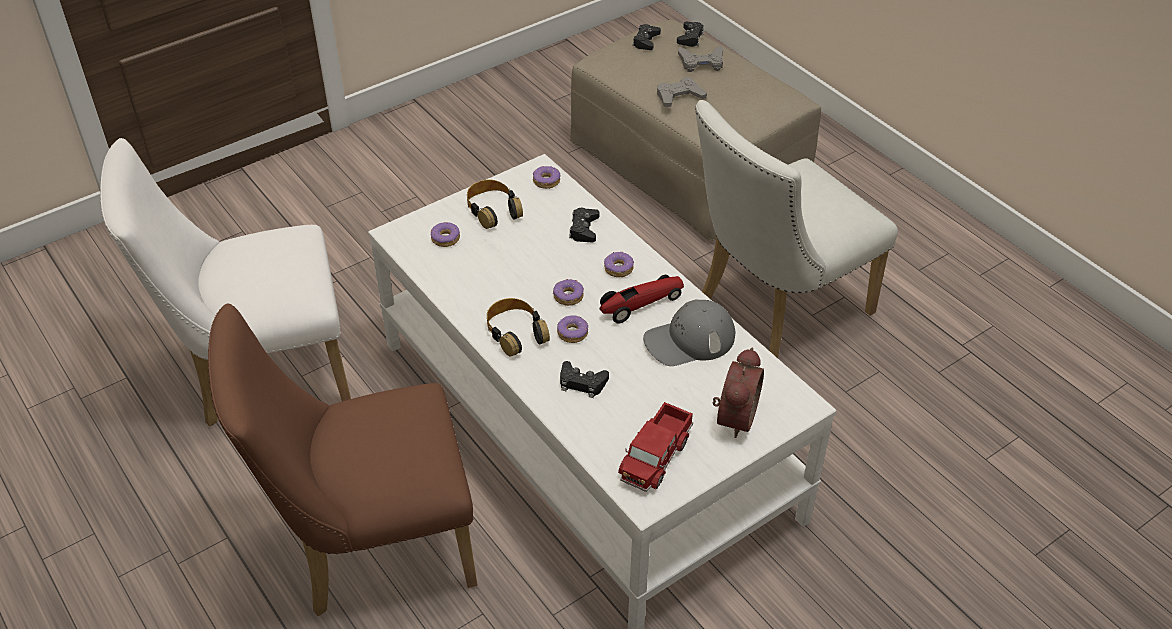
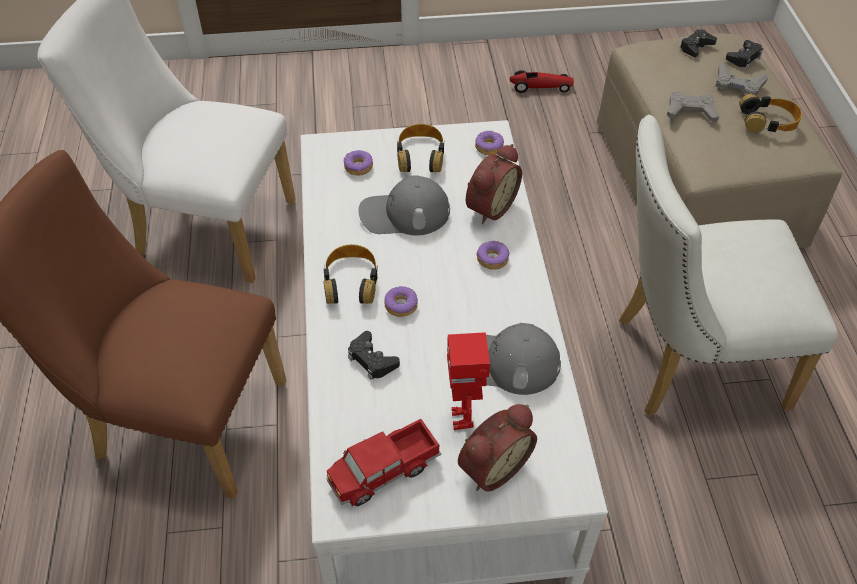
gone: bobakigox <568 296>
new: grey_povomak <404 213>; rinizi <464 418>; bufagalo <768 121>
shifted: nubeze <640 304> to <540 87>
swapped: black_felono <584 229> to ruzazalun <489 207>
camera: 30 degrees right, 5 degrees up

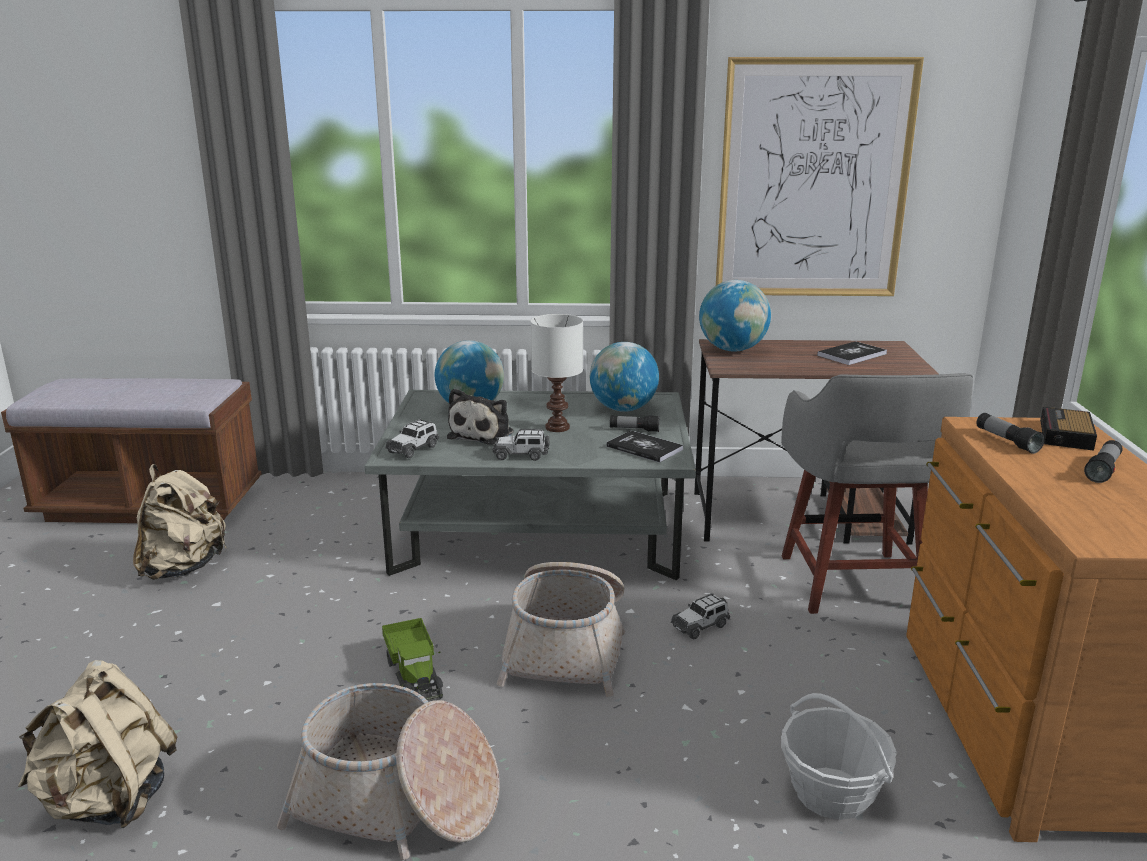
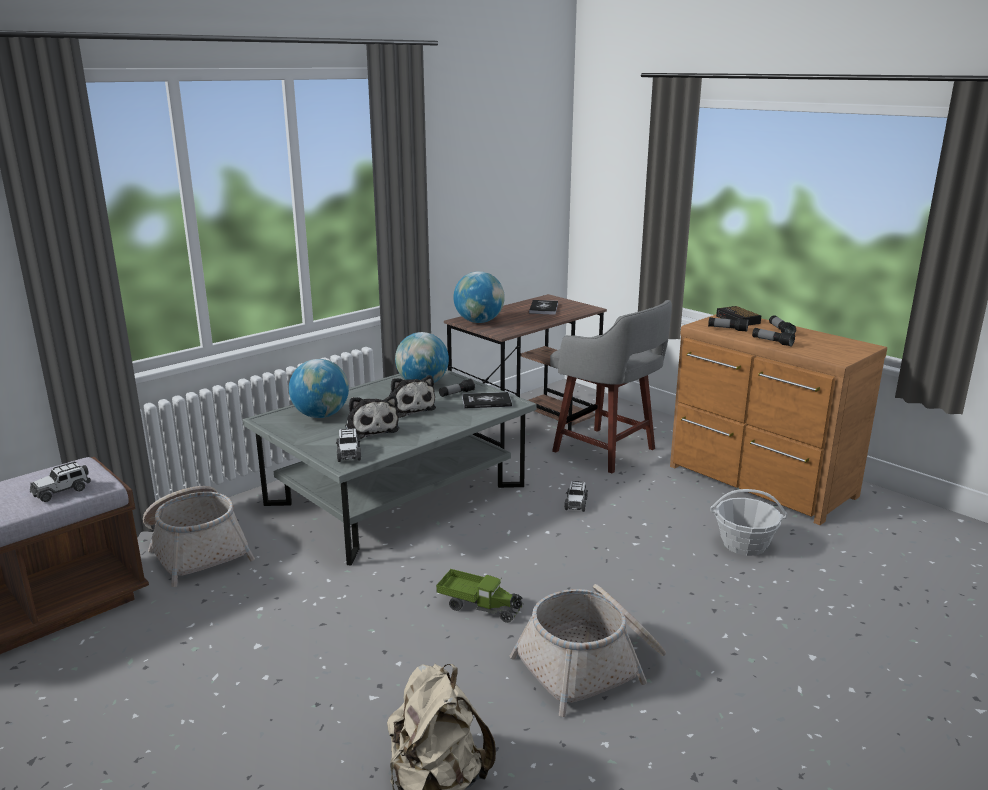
gone: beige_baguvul <183 568>; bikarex <813 180>
new: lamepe <772 342>
shifted: nubeze <521 455> to <61 491>; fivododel <567 647> to <197 549>
swapped: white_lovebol <558 427> to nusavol <408 408>
camera: 45 degrees left, 0 degrees up

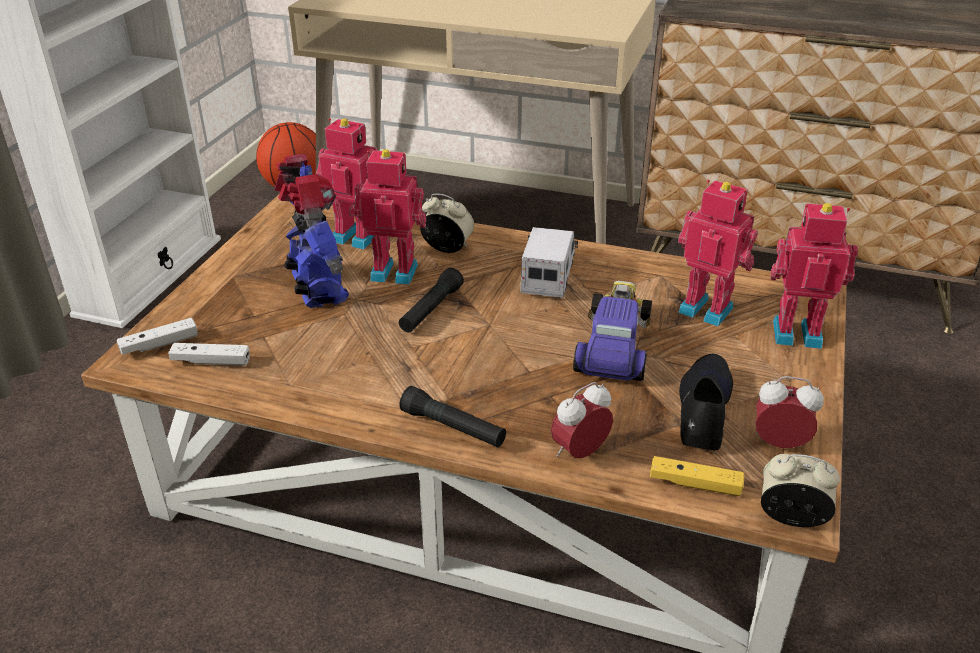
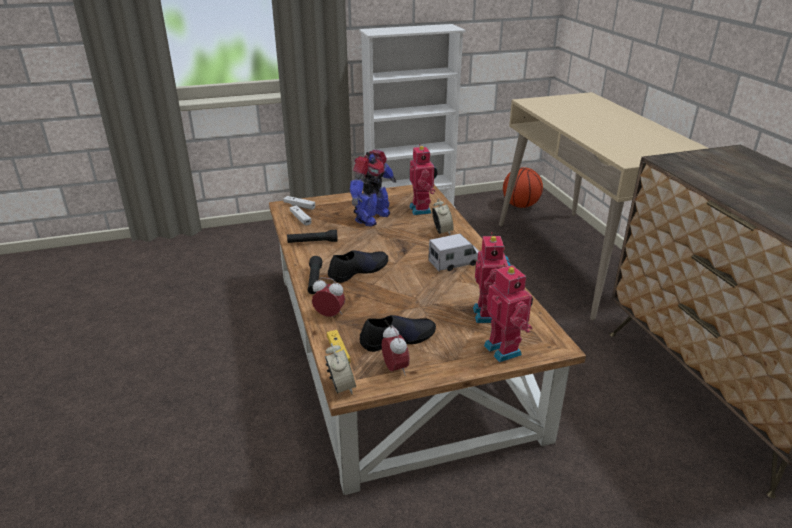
gone: rinizi <395 271>; nubeze <614 344>
new: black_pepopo <358 271>
shifted: black_lamepe <431 310> to <312 242>
camera: 55 degrees right, 5 degrees down

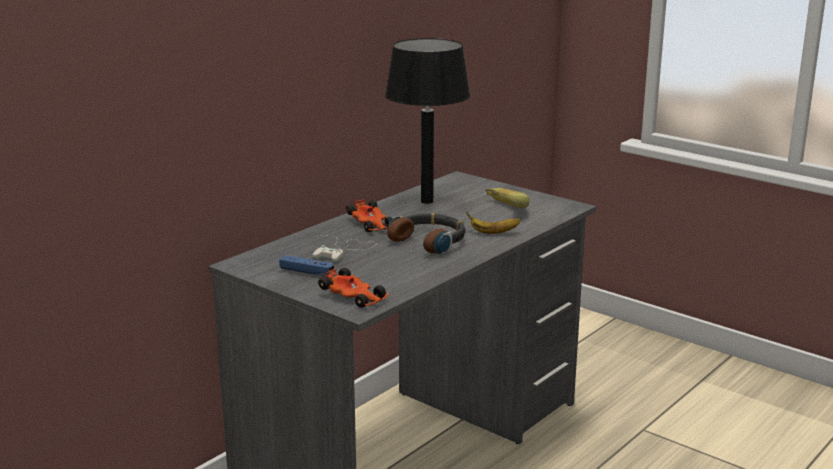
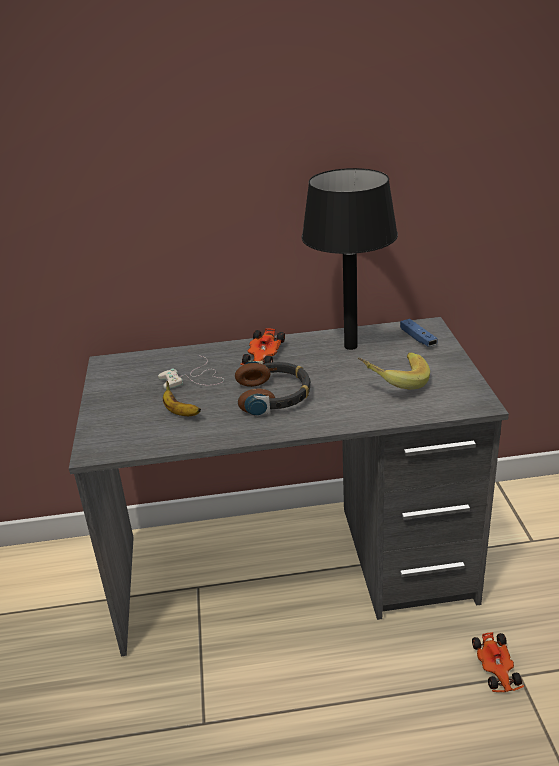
shifted: blue_felono <306 272> to <418 338>; nubeze <354 296> to <496 668>; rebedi <493 232> to <180 412>
camera: 45 degrees right, 10 degrees up

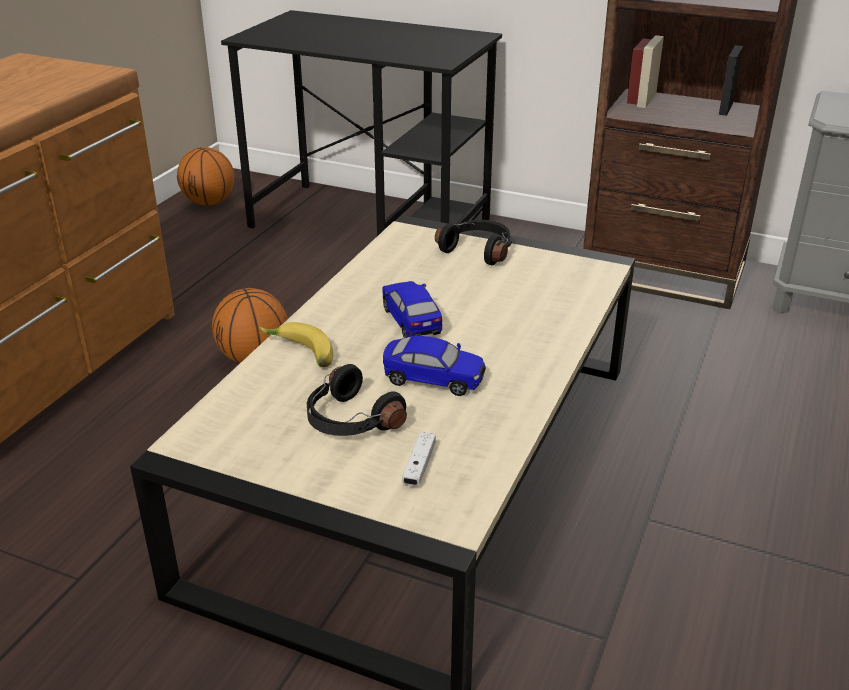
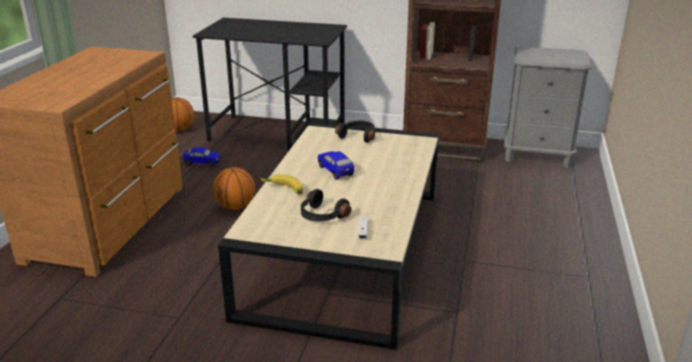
shifted: nubeze <434 380> to <202 163>
camera: 10 degrees left, 5 degrees down

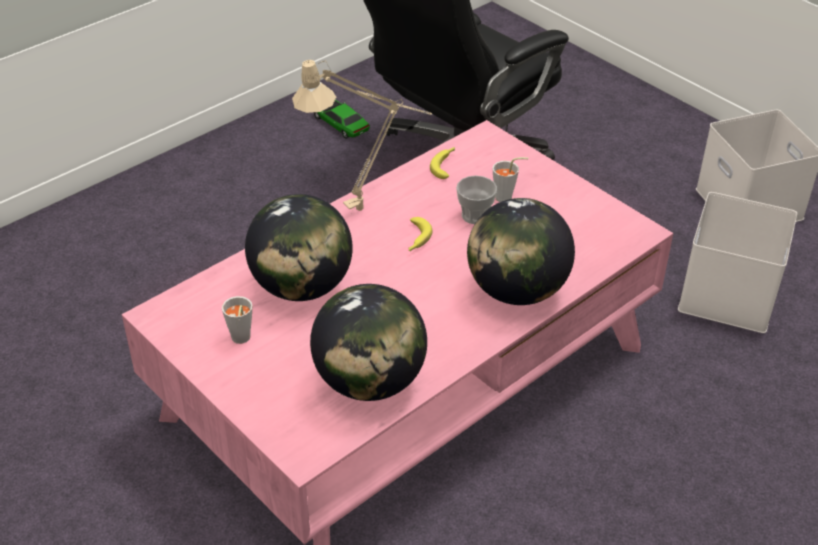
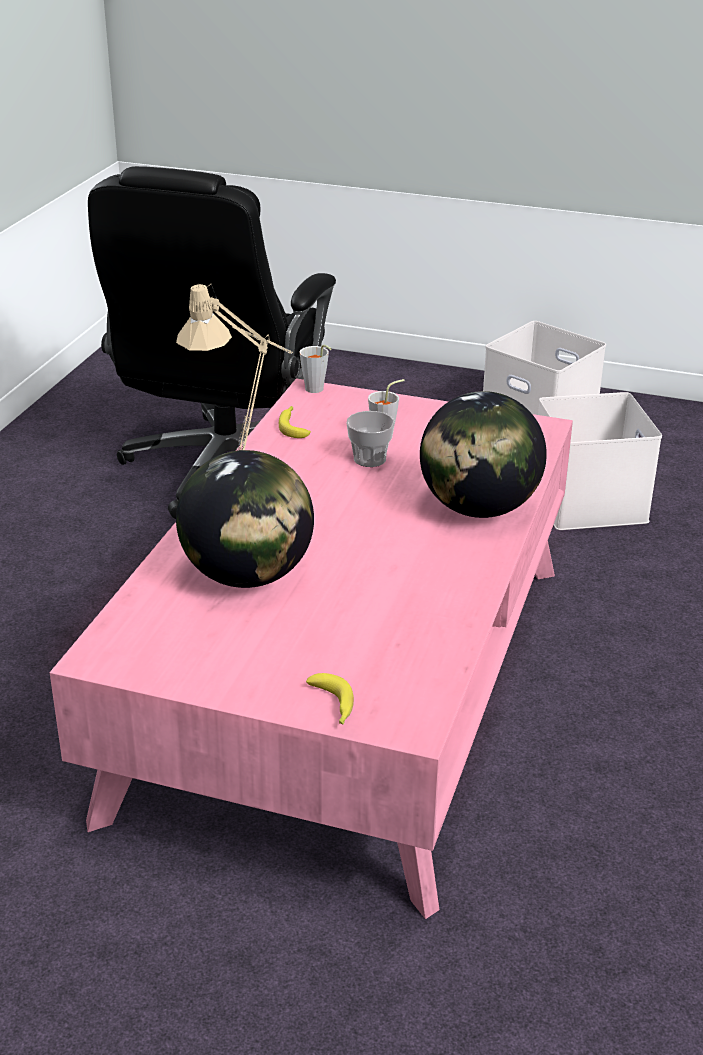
gone: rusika <369 382>; nubeze <340 125>
shifted: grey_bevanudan <240 340> to <316 390>; rebedi <416 239> to <333 706>
camera: 30 degrees left, 10 degrees down

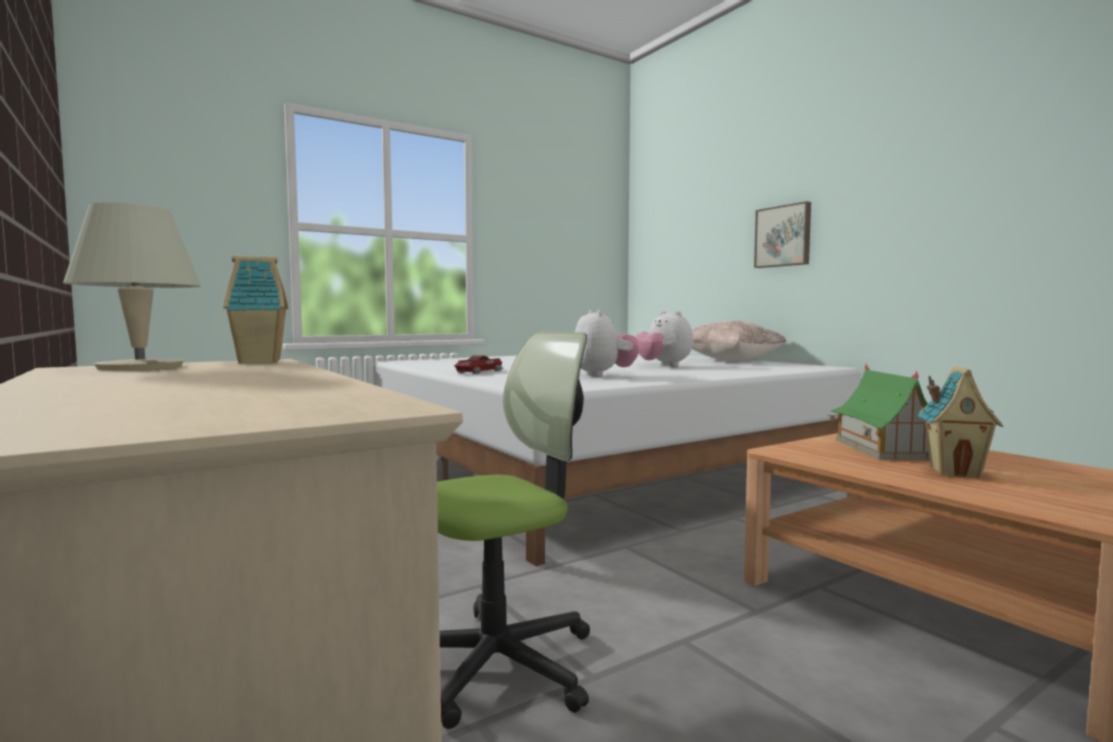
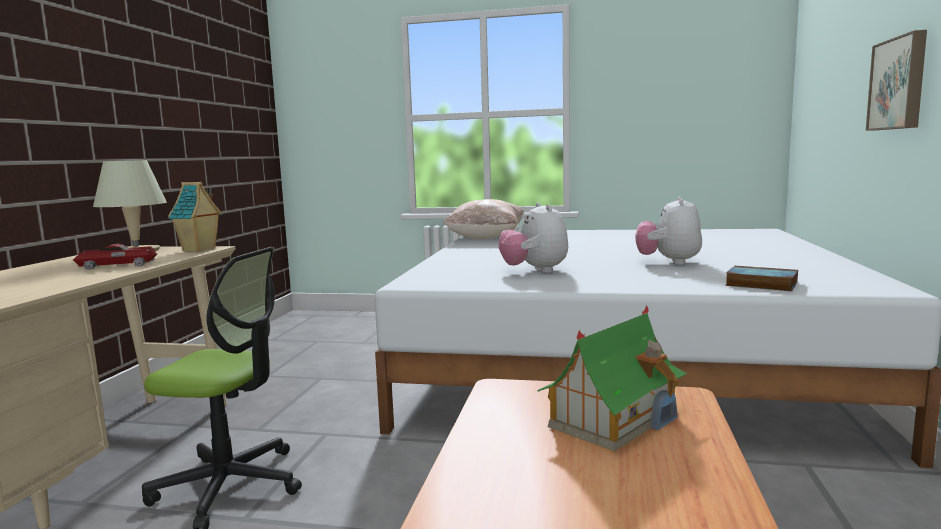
gone: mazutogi <955 472>
new: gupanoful <759 284>
shifted: nubeze <479 372> to <118 265>; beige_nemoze <731 361> to <486 238>
rotated: nusavol <603 375> = <534 271> 135 degrees clockwise
camera: 45 degrees right, 5 degrees up

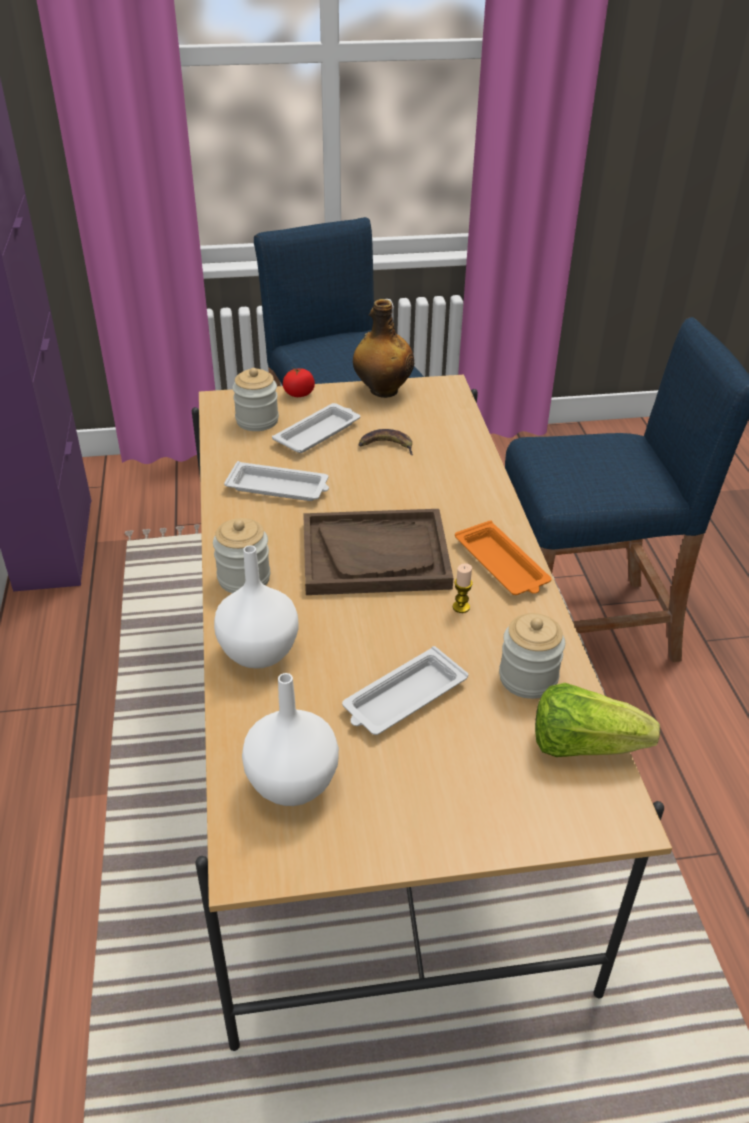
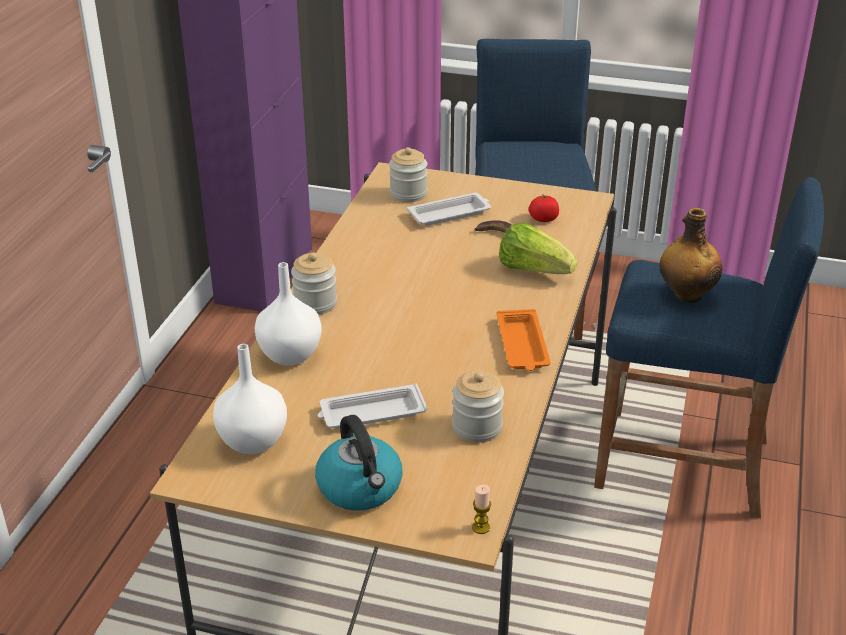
gone: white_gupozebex <279 488>; brown_gupozebex <375 555>
new: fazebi <360 488>
shifted: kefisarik <299 394> to <543 219>; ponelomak <382 390> to <686 294>; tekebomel <461 607> to <481 527>; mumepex <583 745> to <533 270>
camera: 25 degrees right, 5 degrees down

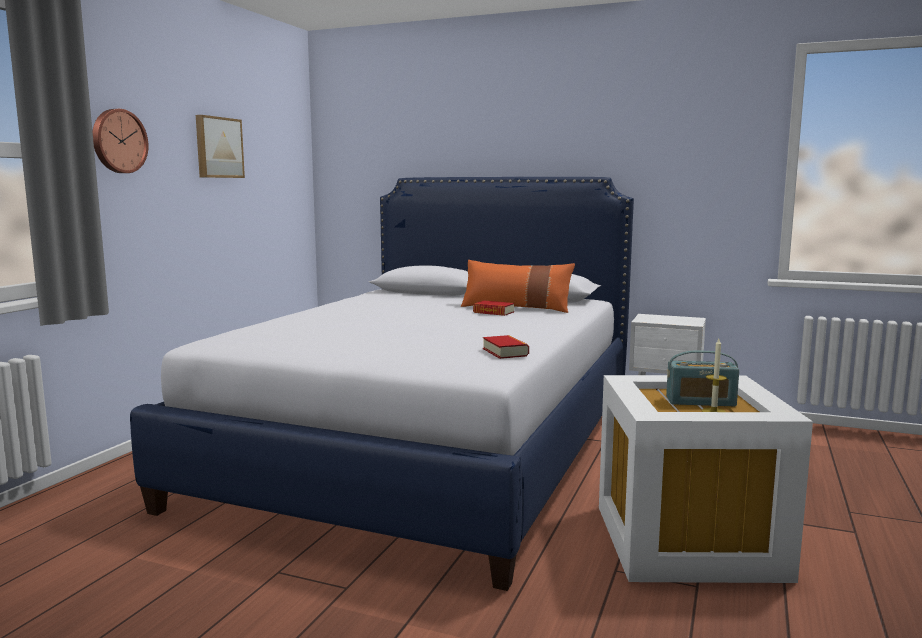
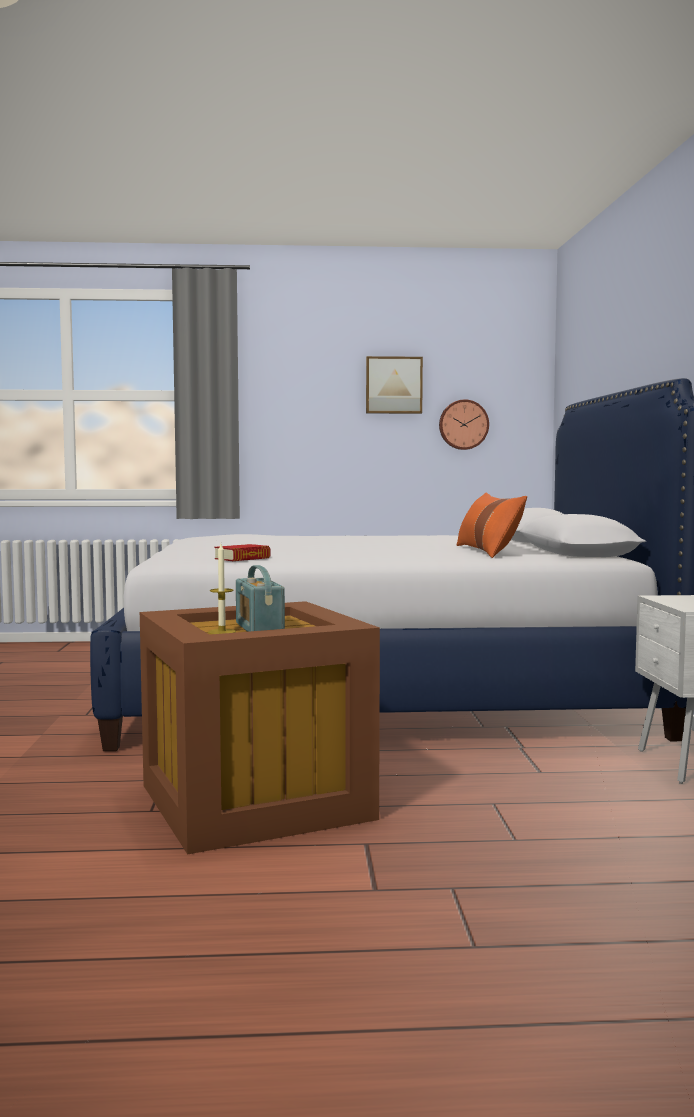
gone: gupanoful <493 312>
shifted: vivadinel <118 141> to <463 424>
repainted: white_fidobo <689 540> to brown_fidobo <259 802>
camera: 65 degrees right, 5 degrees down

